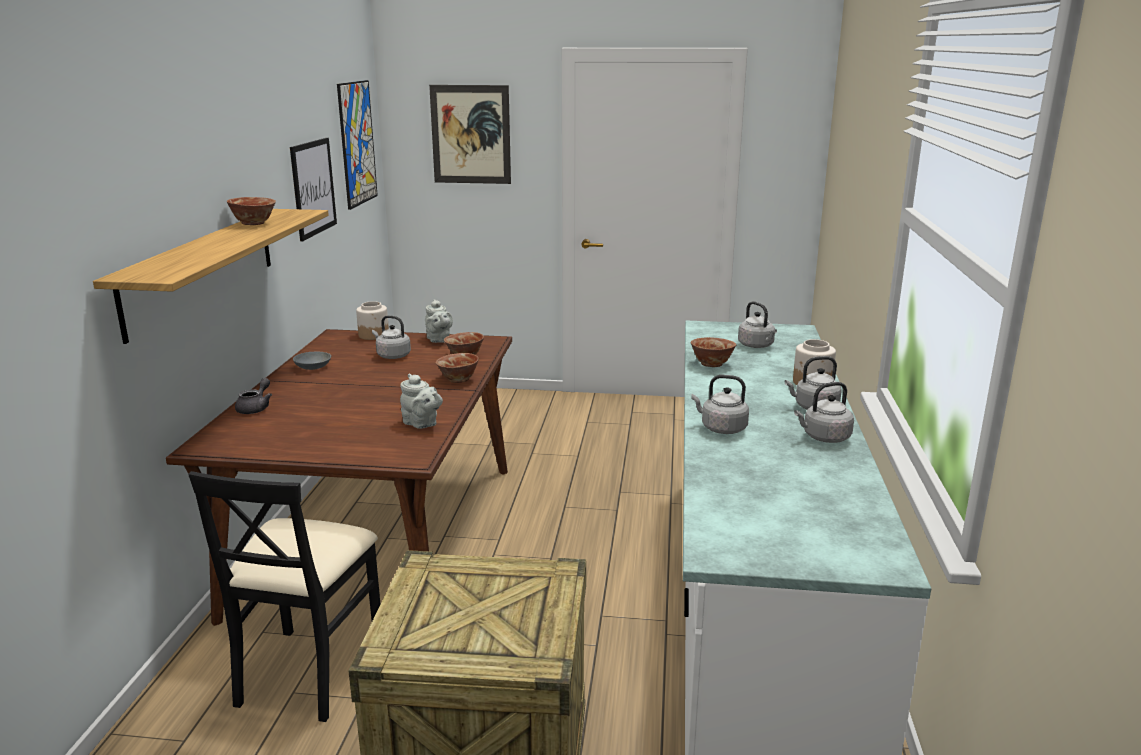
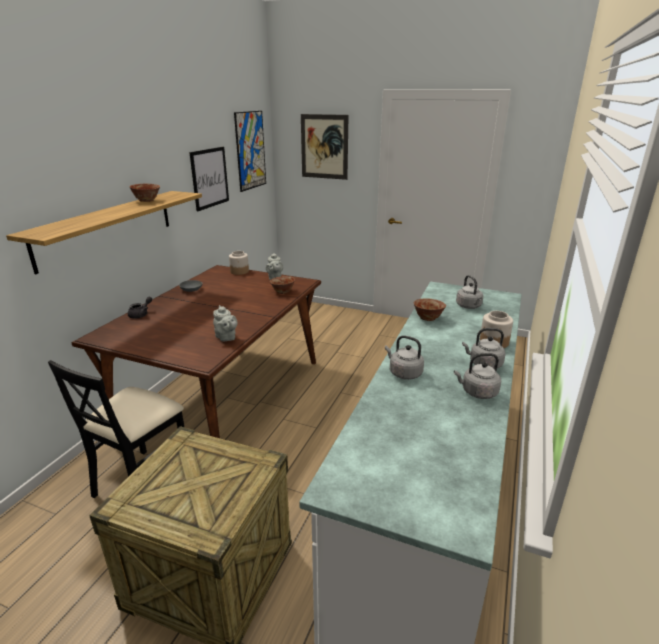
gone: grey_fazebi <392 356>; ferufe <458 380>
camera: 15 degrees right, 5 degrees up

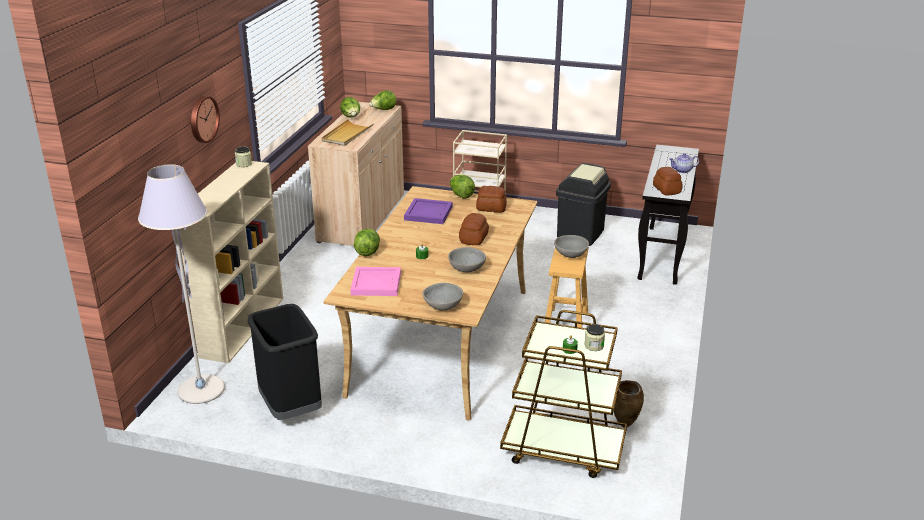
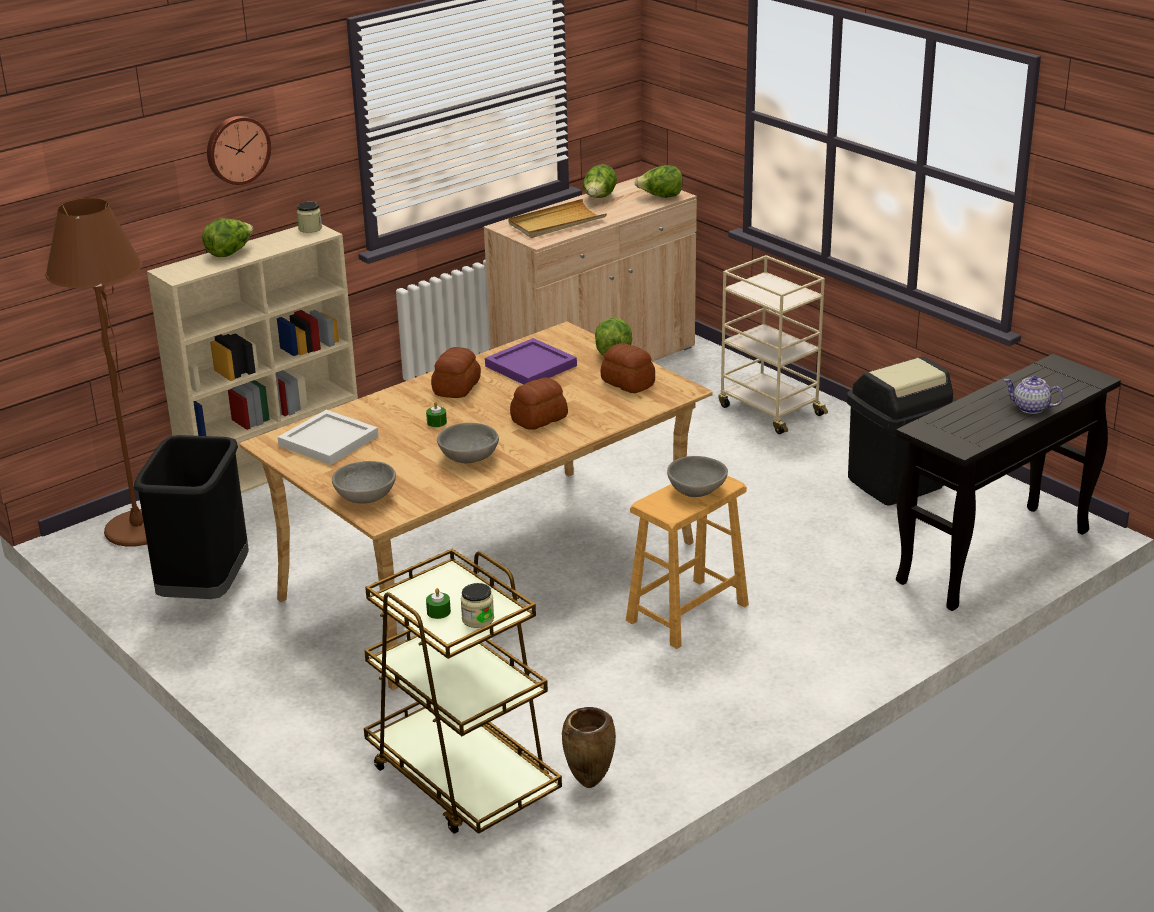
shifted: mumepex <367 251> to <229 253>; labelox <666 190> to <455 388>
repainted: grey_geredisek <201 390> to brown_geredisek <138 530>; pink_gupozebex <375 284> to white_gupozebex <327 441>
camera: 35 degrees right, 0 degrees up

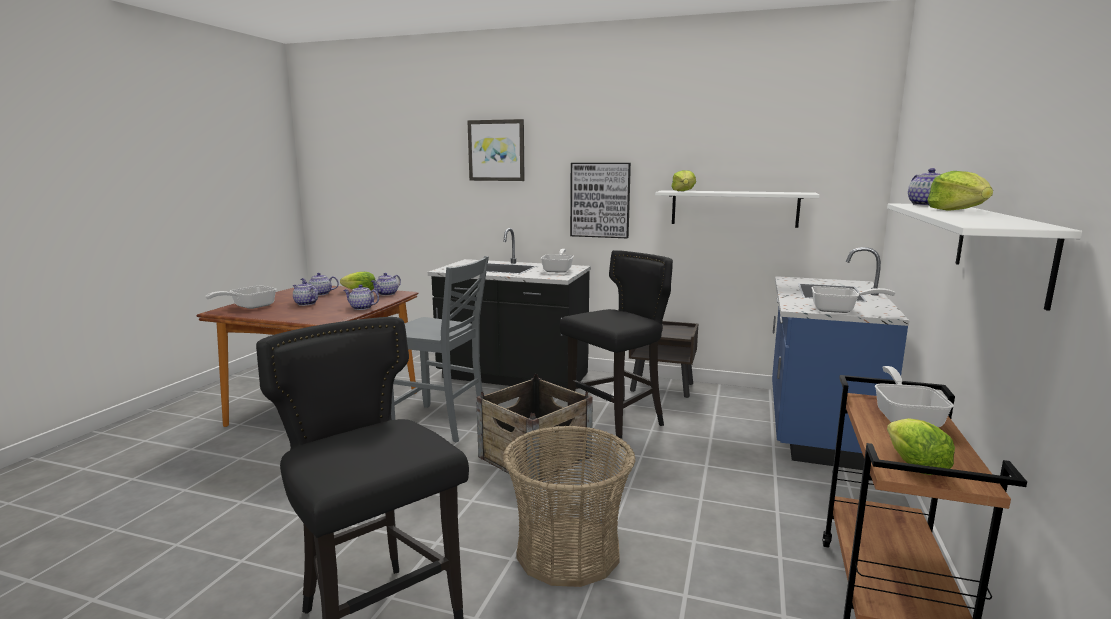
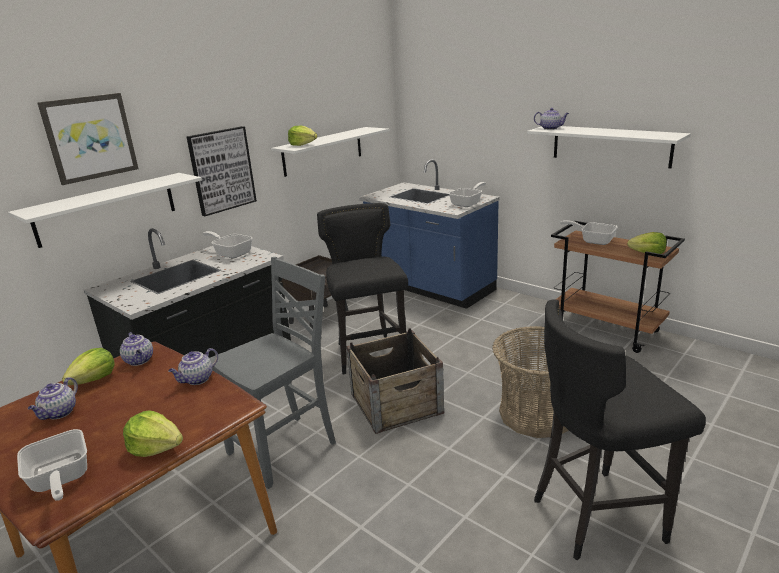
gone: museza <305 303>
new: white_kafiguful <106 209>
shifted: mumepex <958 211> to <156 447>
camera: 65 degrees left, 10 degrees up

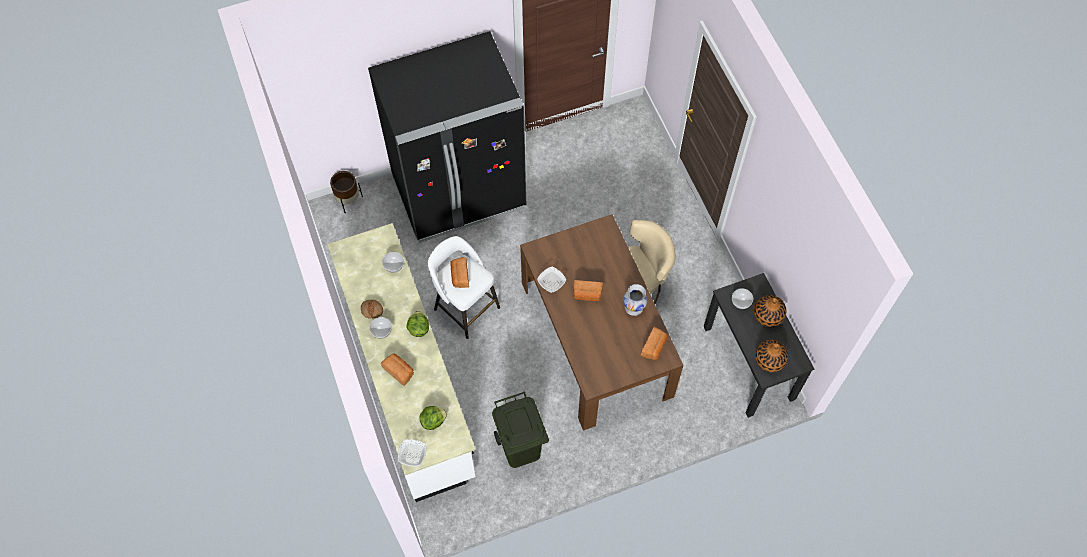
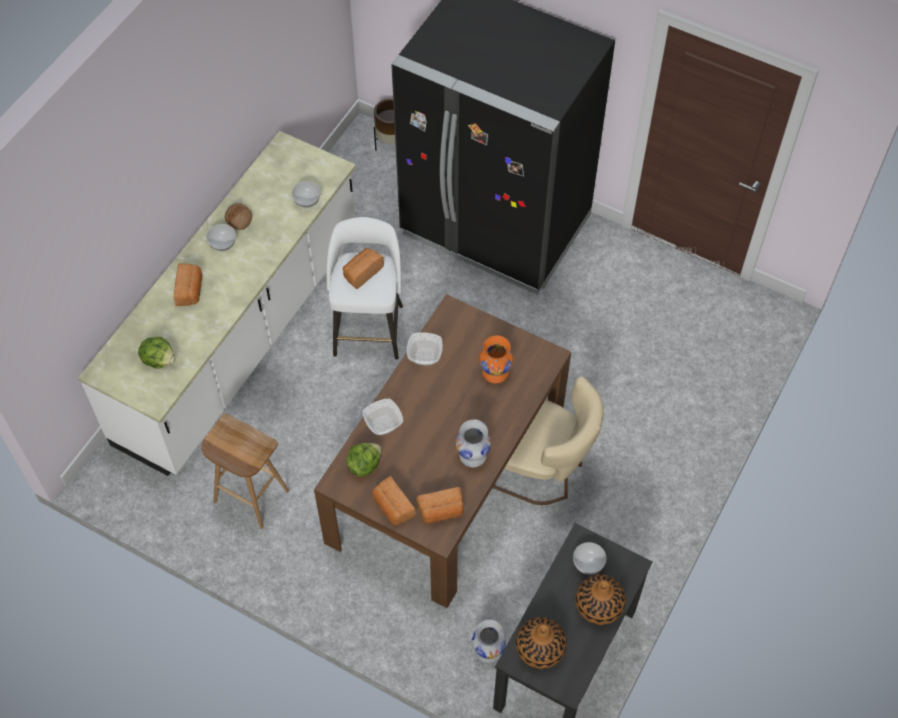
new: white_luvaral <488 649>; orange_luvaral <495 373>
shifted: ferufe <413 457> to <383 424>; mumepex <418 328> to <364 465>; labelox <587 294> to <392 507>
swapped: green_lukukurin <519 448> to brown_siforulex <250 496>
camera: 50 degrees right, 5 degrees down

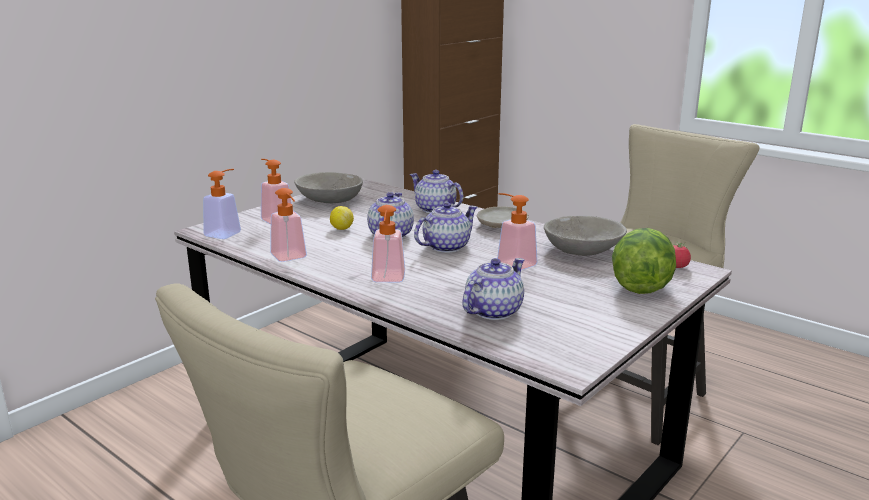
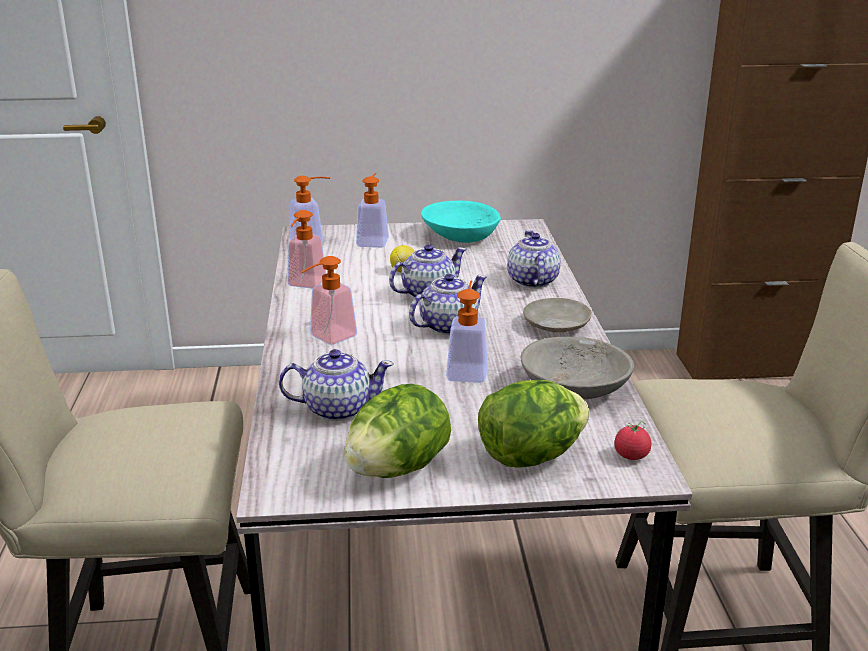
new: mumepex <397 468>
repainted: grey_ferufe <329 199> to turquoise_ferufe <460 235>
rotated: museza <445 247> = <447 326> 45 degrees counterclockwise
camera: 45 degrees right, 5 degrees up

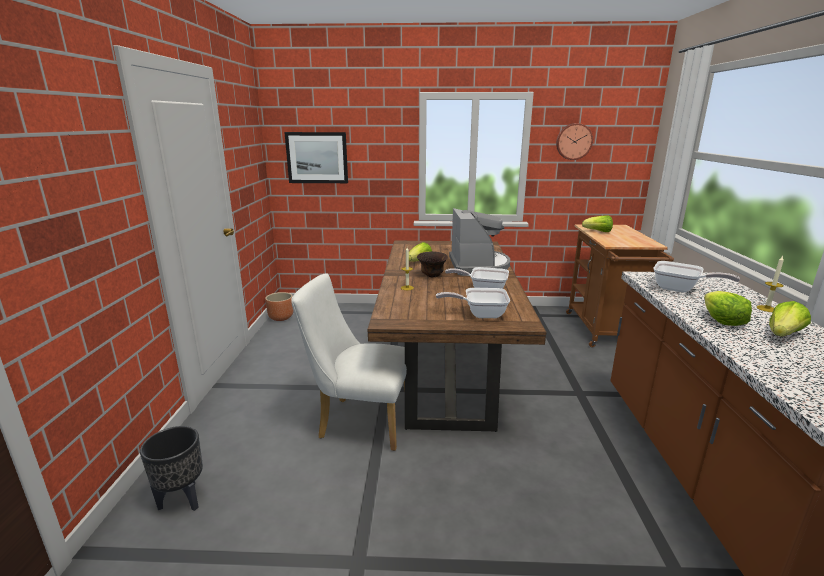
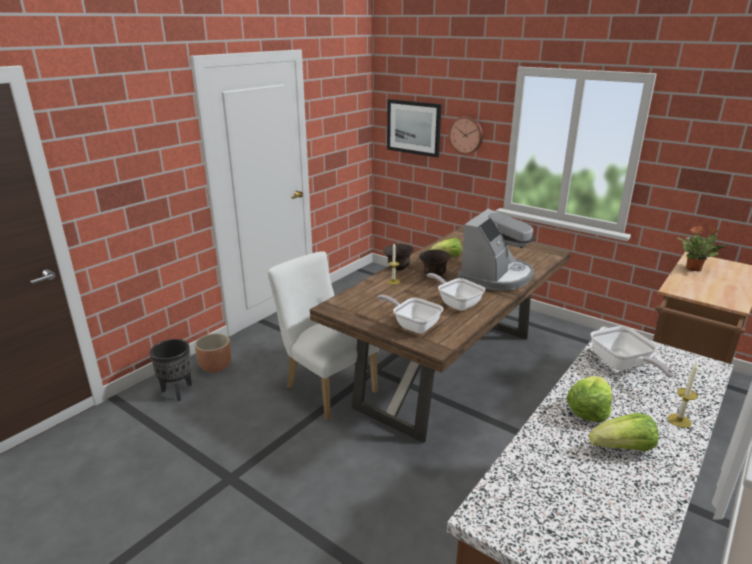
new: brown_ferufe <398 268>
shifted: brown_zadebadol <281 317> to <216 366>; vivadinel <573 141> to <466 135>
swapped: mumepex <598 232> to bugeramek <694 269>
camera: 35 degrees right, 5 degrees up

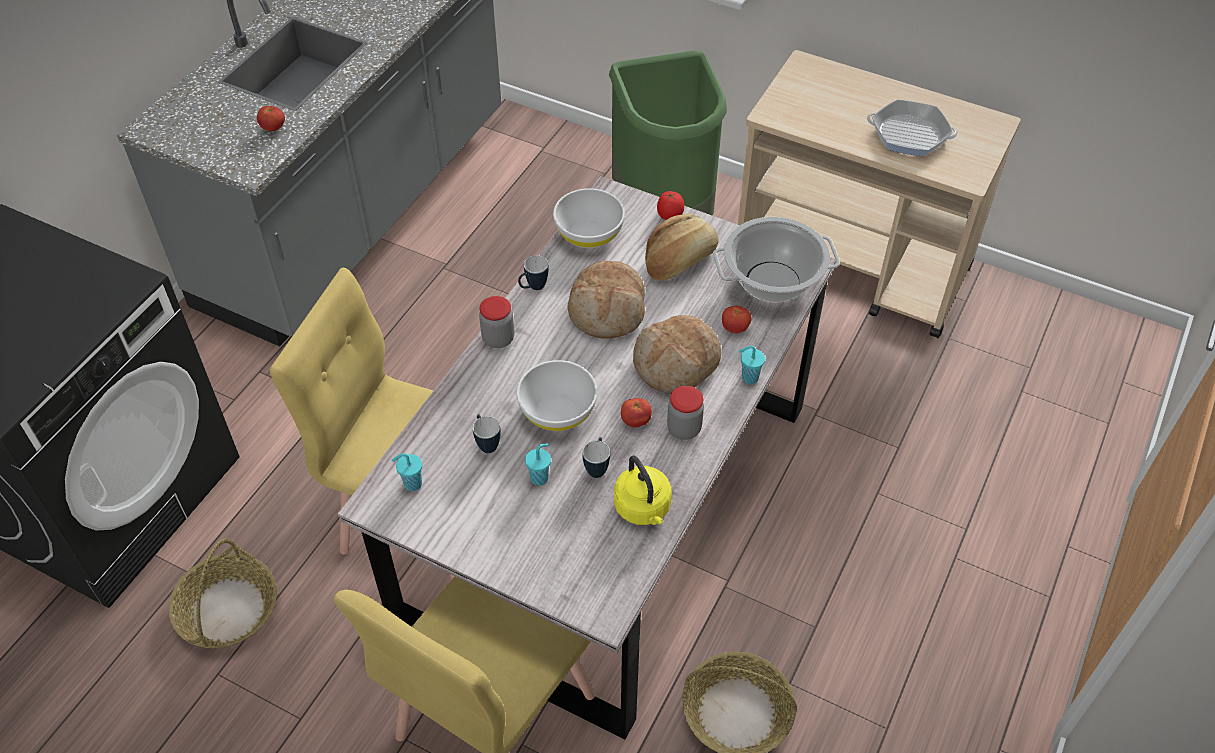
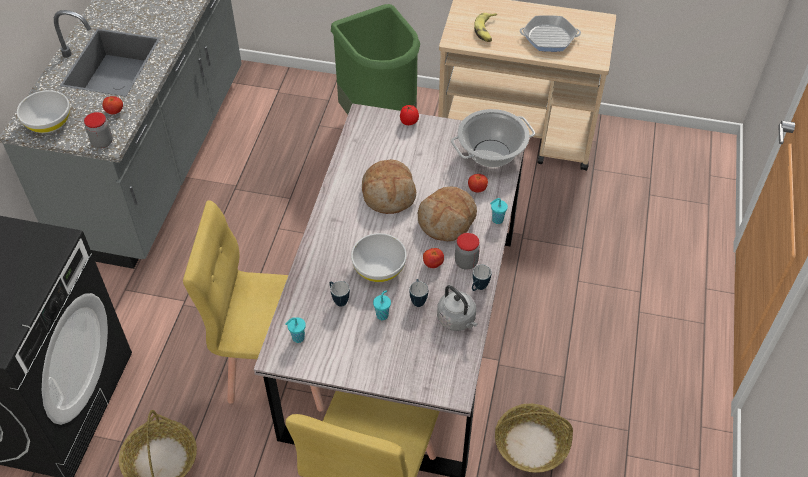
gone: labelox <680 260>
new: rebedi <486 31>
shifted: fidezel <498 338> to <102 142>; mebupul <533 287> to <478 288>; white_ferufe <588 234> to <48 123>
repainted: yellow_fazebi <643 509> to grey_fazebi <457 320>
camera: 15 degrees left, 0 degrees up

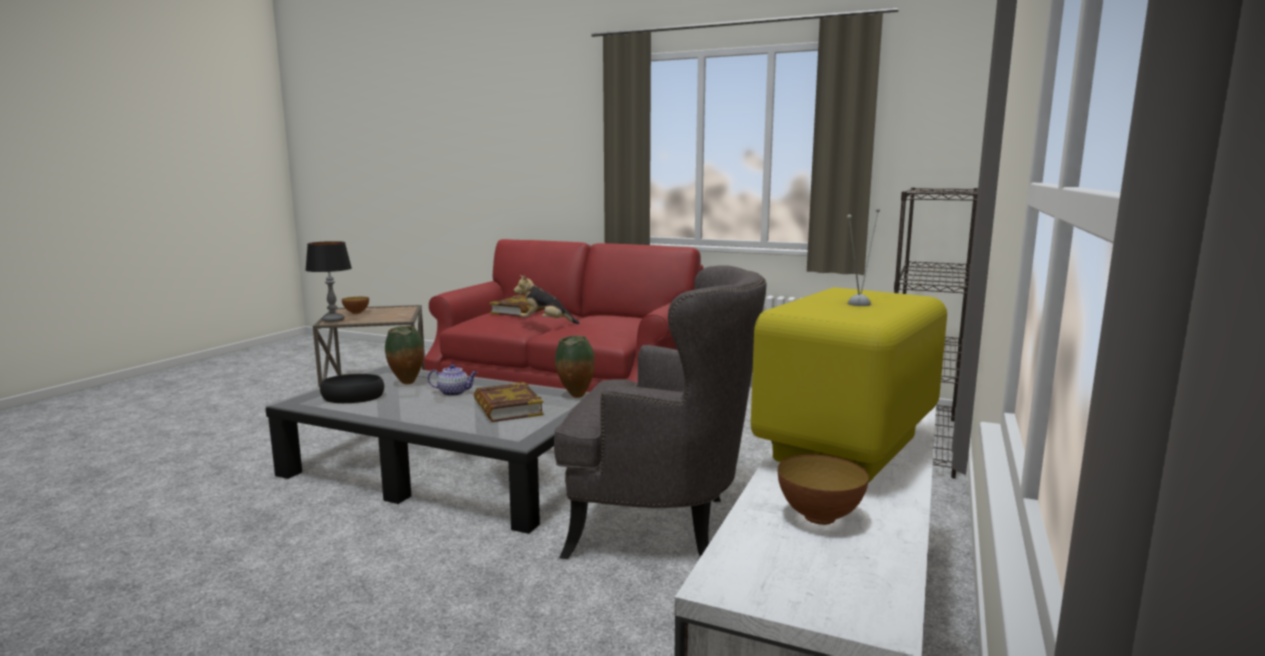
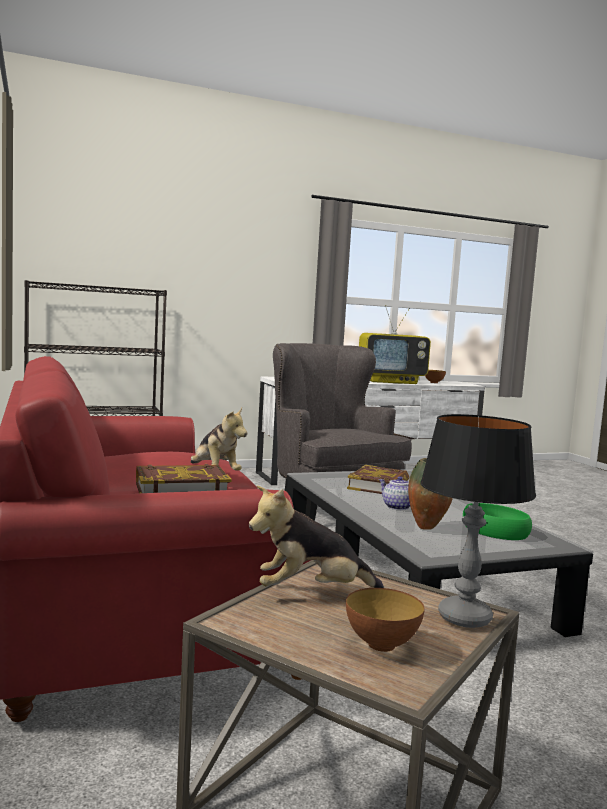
gone: luvaral <575 397>
new: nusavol <311 592>
repainted: black_ferufe <352 397> to green_ferufe <496 531>
camera: 135 degrees left, 5 degrees down

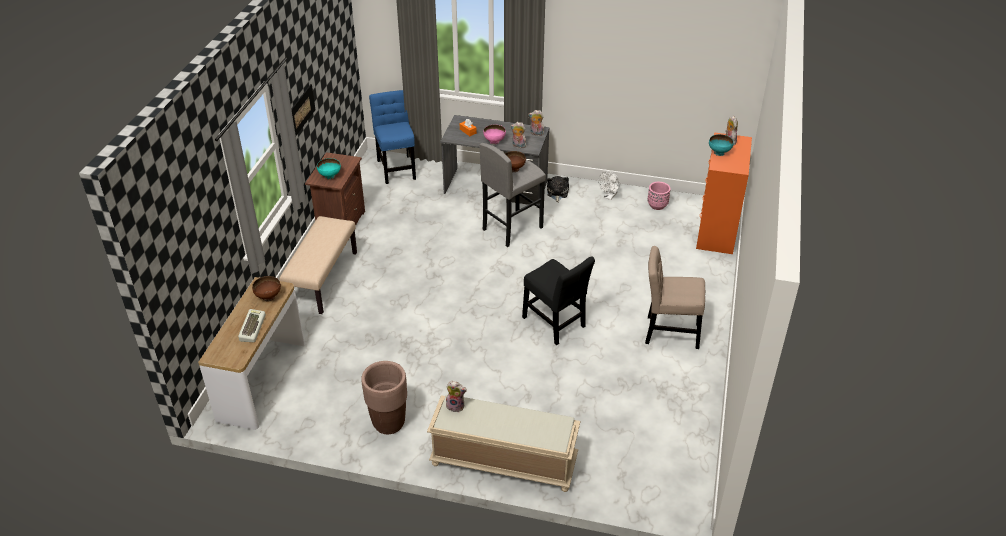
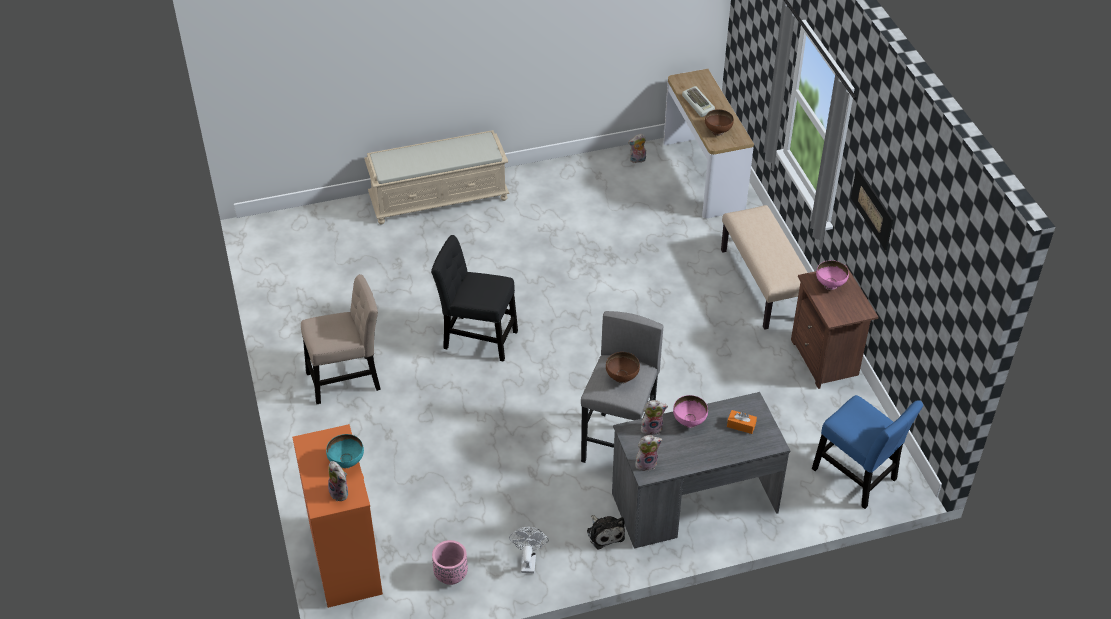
gone: brown_zadebadol <388 423>
shifted: nusavol <456 406> to <637 160>
repainted: turquoise_ferufe <329 176> to pink_ferufe <830 284>
camera: 150 degrees right, 5 degrees up

